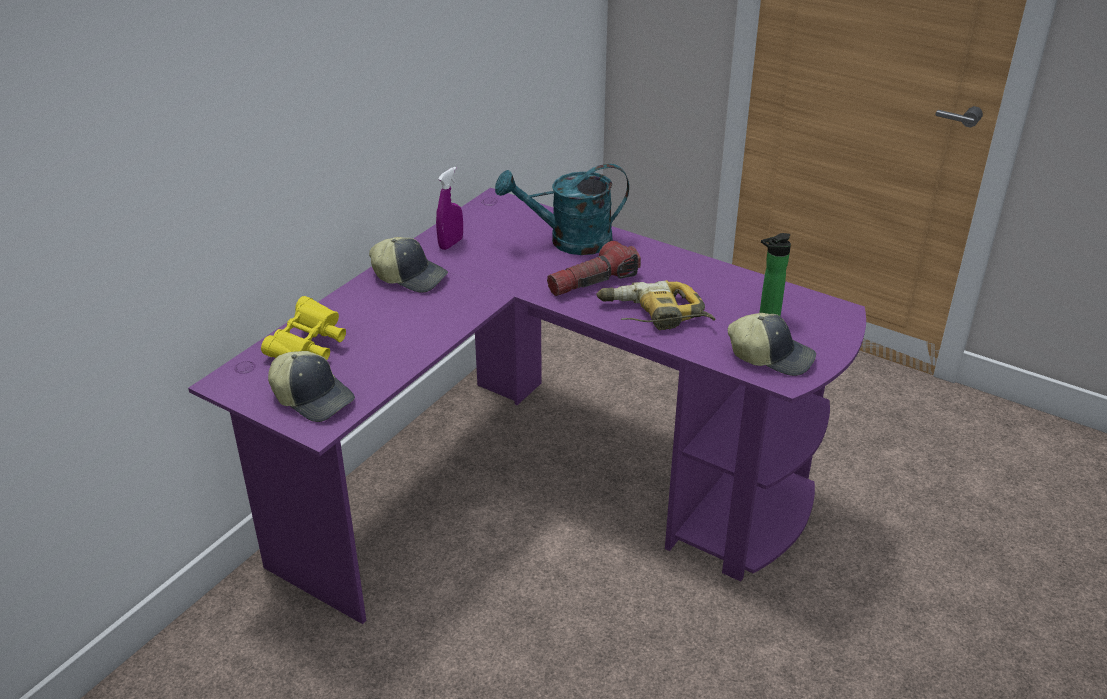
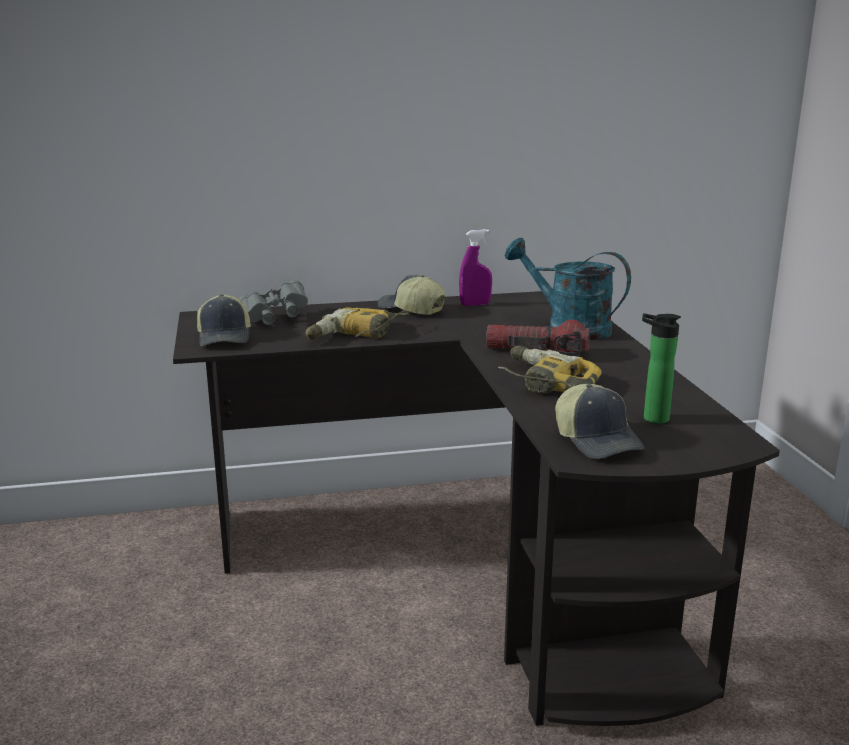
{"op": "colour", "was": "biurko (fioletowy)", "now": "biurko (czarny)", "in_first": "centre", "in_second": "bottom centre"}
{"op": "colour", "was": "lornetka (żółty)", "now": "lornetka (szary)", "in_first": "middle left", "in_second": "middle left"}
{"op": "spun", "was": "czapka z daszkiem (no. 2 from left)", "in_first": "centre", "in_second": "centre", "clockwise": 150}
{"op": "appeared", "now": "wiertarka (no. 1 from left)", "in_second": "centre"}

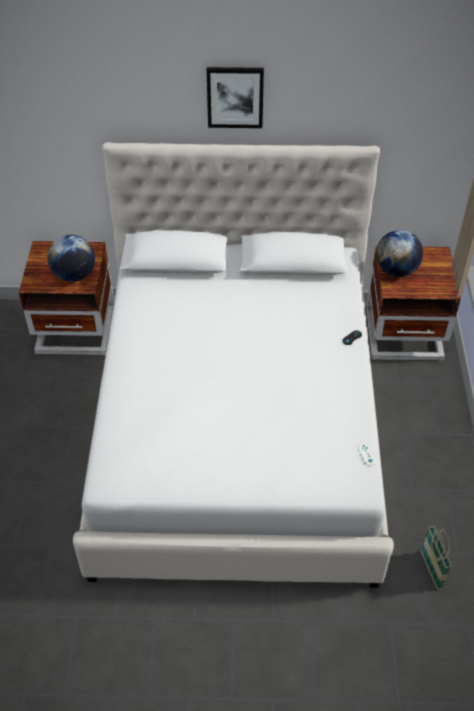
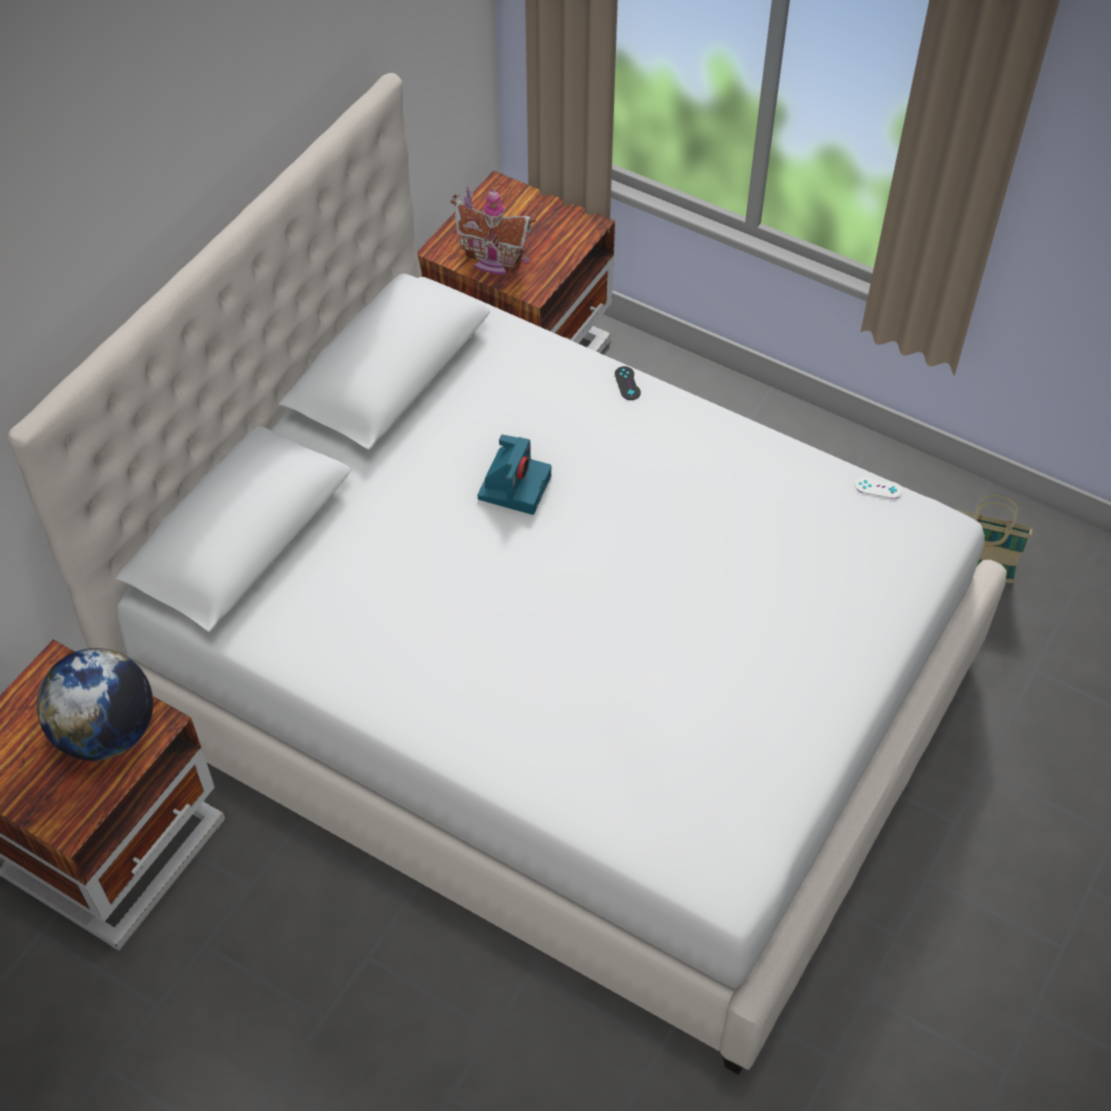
{"op": "missing", "was": "obraz", "in_first": "top centre"}
{"op": "exchanged", "was": "globus (no. 2 from left)", "now": "domek", "in_first": "middle right", "in_second": "top centre"}
{"op": "appeared", "now": "aparat fotograficzny", "in_second": "centre"}

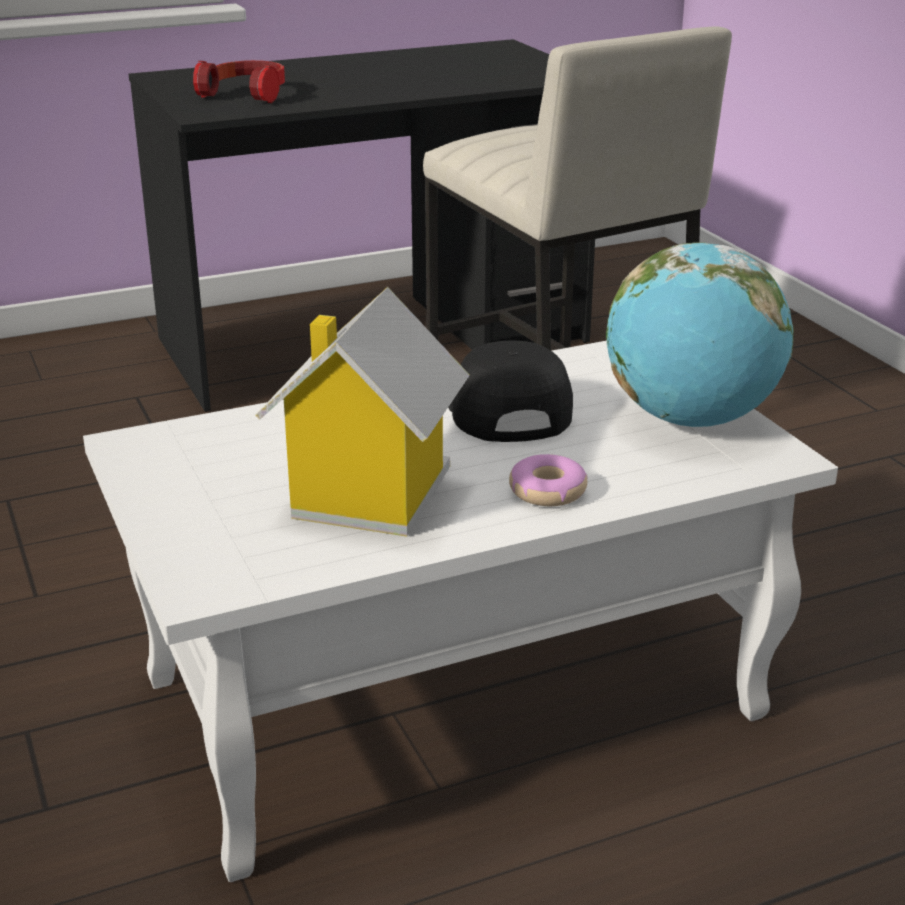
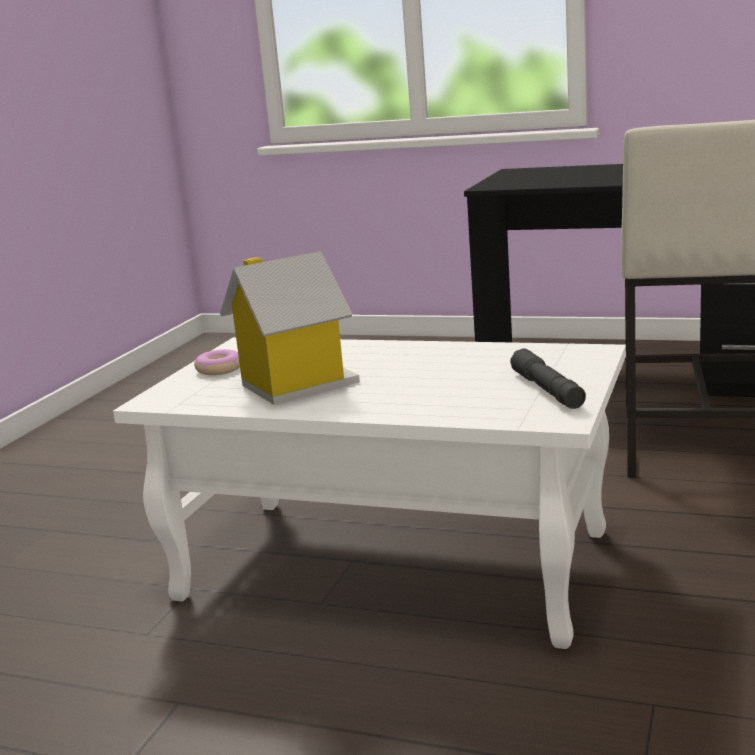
{"op": "missing", "was": "słuchawki", "in_first": "top left"}
{"op": "missing", "was": "czapka z daszkiem (czarny)", "in_first": "centre"}
{"op": "relocated", "was": "donut", "in_first": "centre", "in_second": "middle left"}
{"op": "exchanged", "was": "globus", "now": "latarka (szary)", "in_first": "middle right", "in_second": "middle right"}

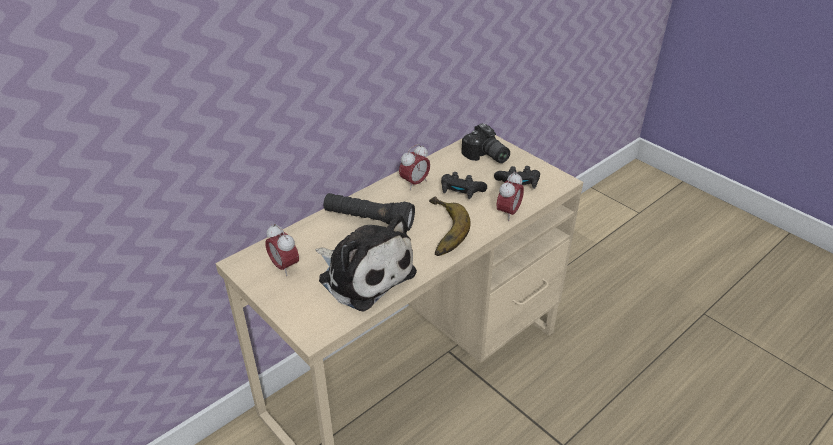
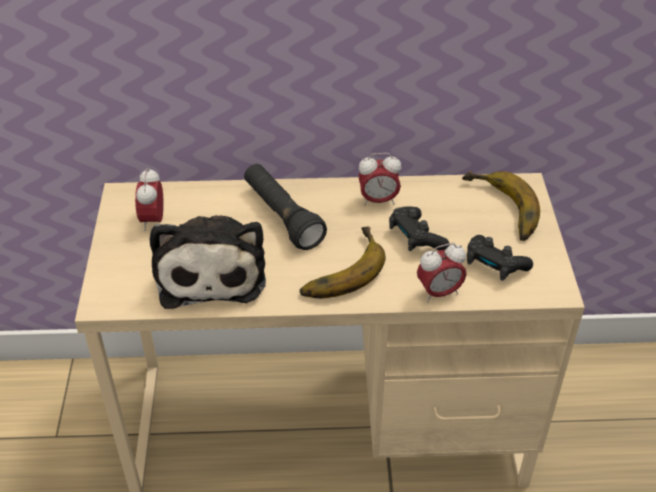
{"op": "exchanged", "was": "aparat fotograficzny", "now": "banan (no. 2 from left)", "in_first": "top centre", "in_second": "middle right"}

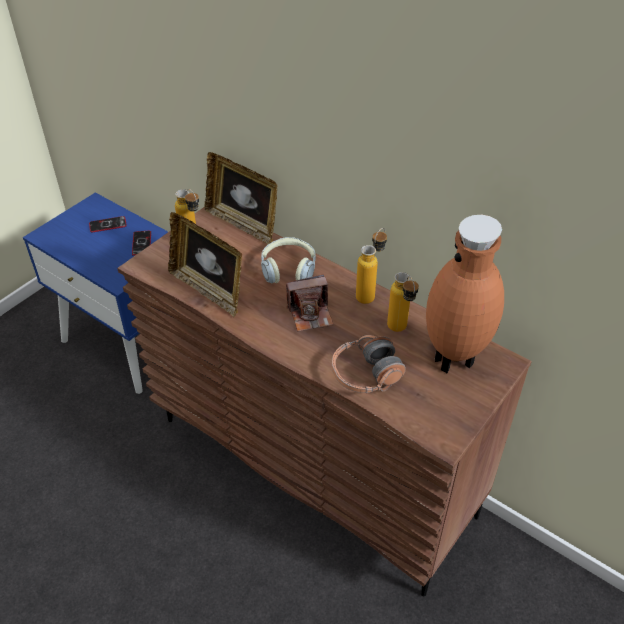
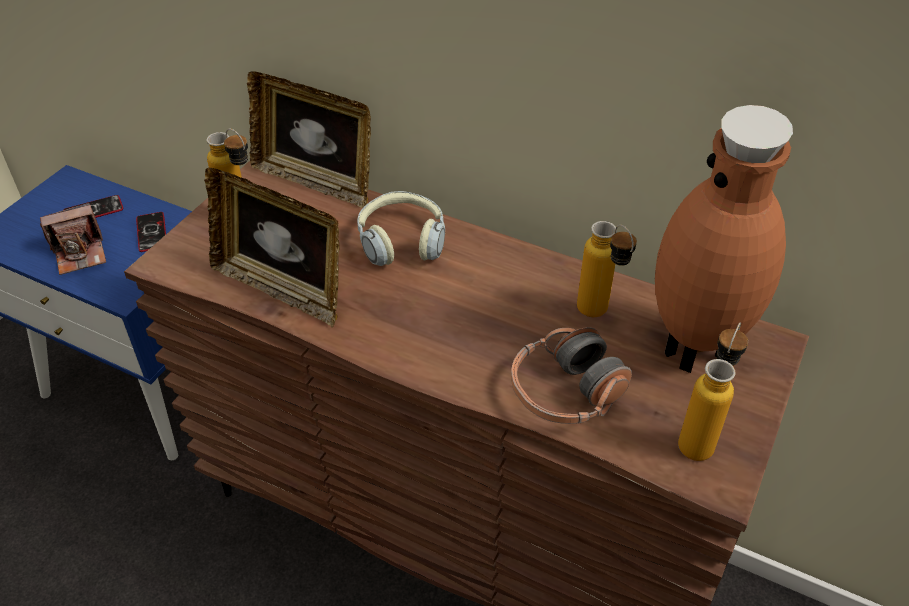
{"op": "relocated", "was": "aparat fotograficzny", "in_first": "centre", "in_second": "middle left"}
{"op": "relocated", "was": "butelka (no. 2 from left in the first image)", "now": "butelka (no. 3 from left)", "in_first": "centre", "in_second": "middle right"}

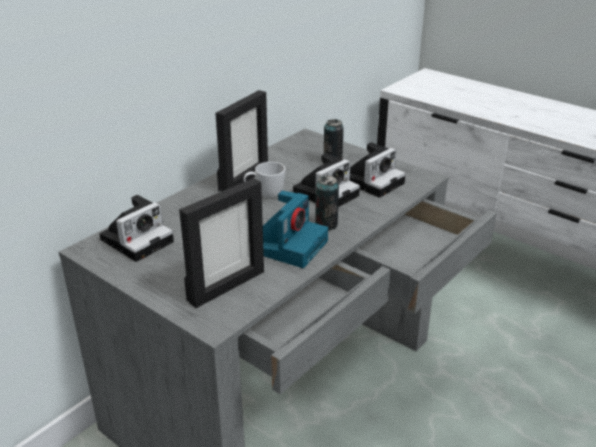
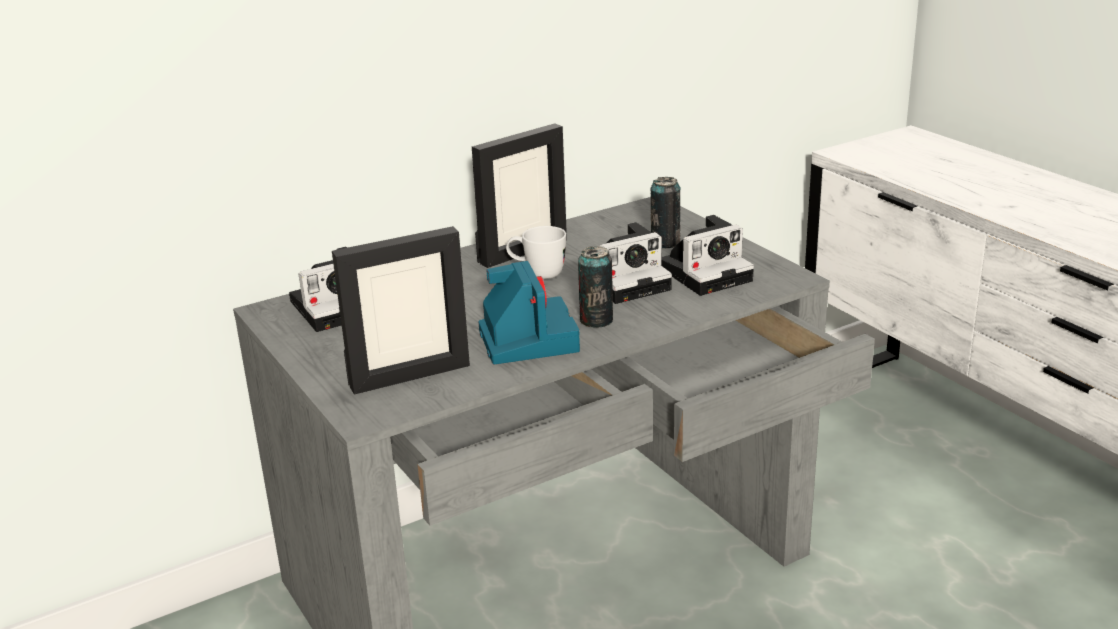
{"op": "spun", "was": "aparat fotograficzny (no. 2 from left)", "in_first": "centre", "in_second": "centre", "clockwise": -60}

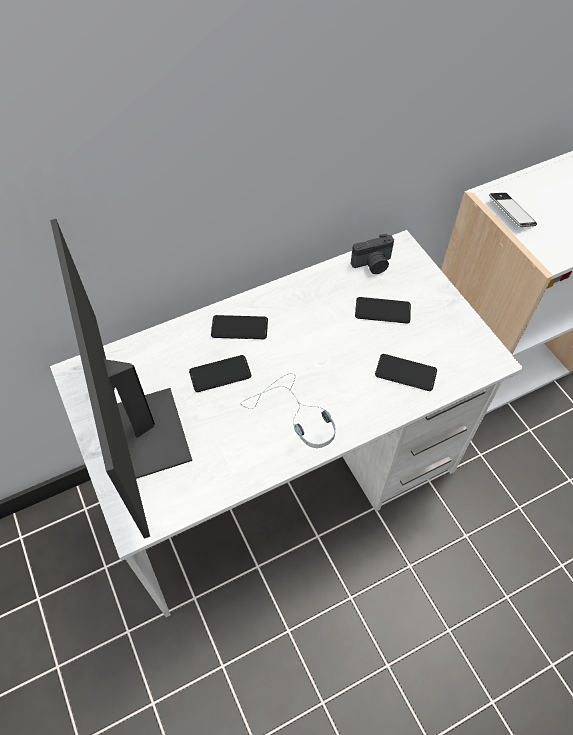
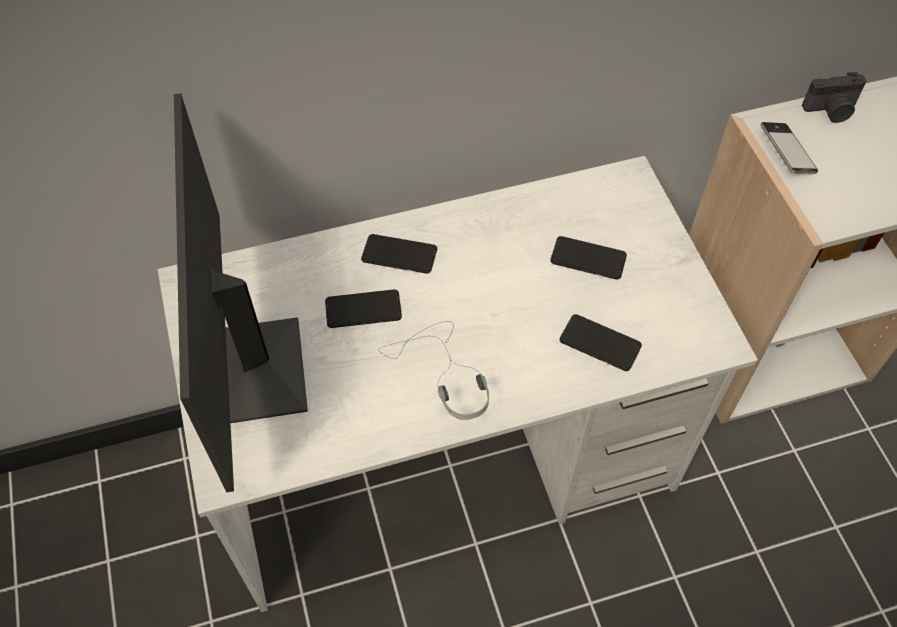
{"op": "relocated", "was": "aparat fotograficzny", "in_first": "centre", "in_second": "top right"}

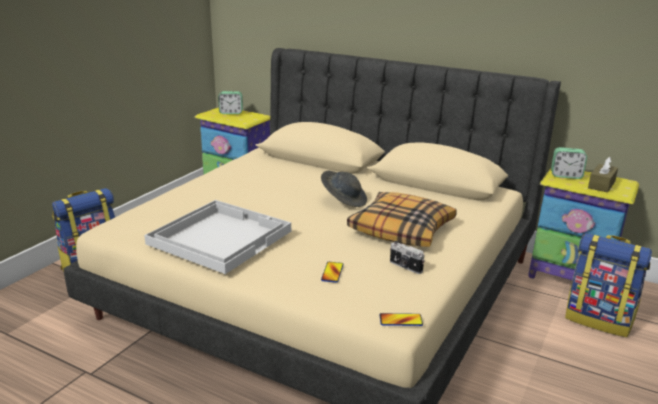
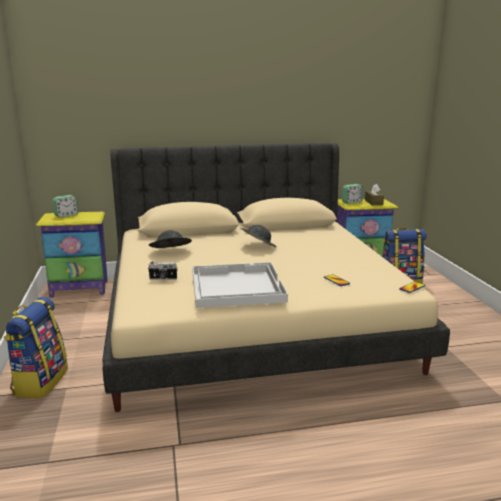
{"op": "missing", "was": "poduszka", "in_first": "centre"}
{"op": "relocated", "was": "aparat fotograficzny", "in_first": "centre", "in_second": "middle left"}
{"op": "appeared", "now": "kapelusz (szary) (no. 1 from left)", "in_second": "centre"}

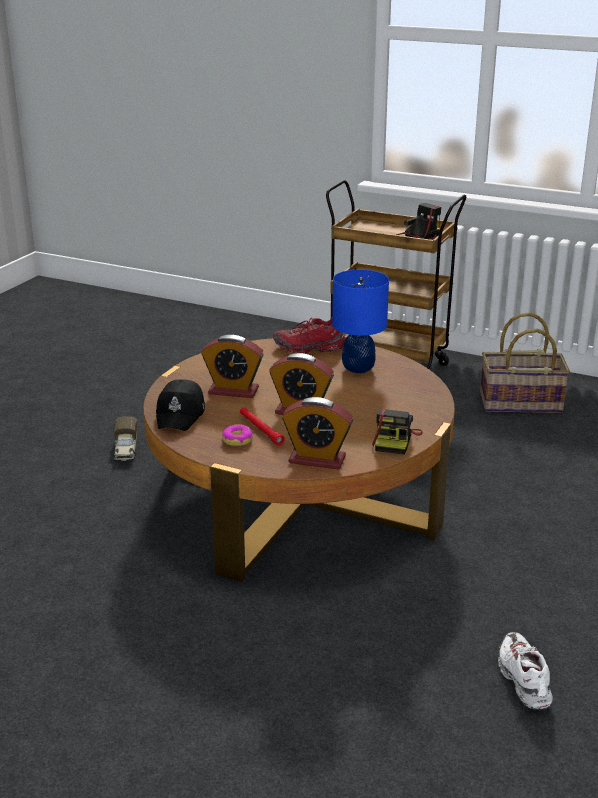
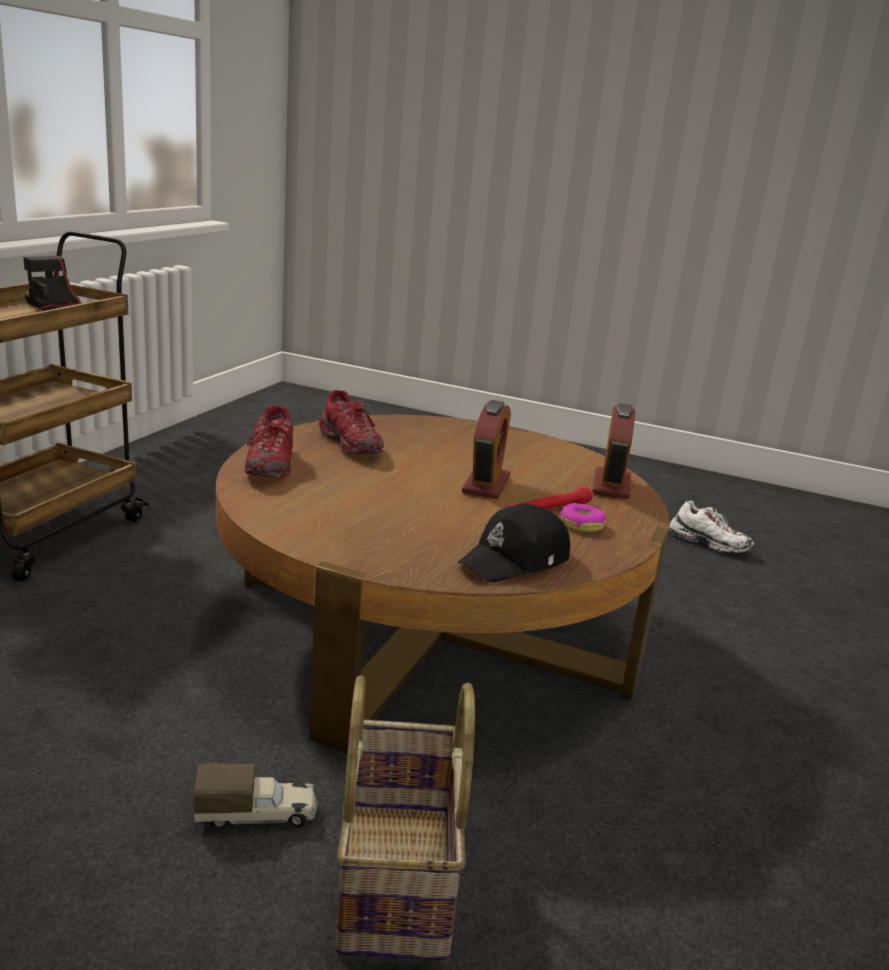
{"op": "spun", "was": "czapka z daszkiem (czarny)", "in_first": "middle left", "in_second": "centre", "clockwise": 135}
{"op": "missing", "was": "budzik (no. 1 from left)", "in_first": "centre"}
{"op": "exchanged", "was": "lampa stołowa (niebieski)", "now": "but (czerwony) (no. 2 from left)", "in_first": "centre", "in_second": "centre"}
{"op": "missing", "was": "aparat fotograficzny (no. 1 from left)", "in_first": "centre"}
{"op": "relocated", "was": "koszyk", "in_first": "middle right", "in_second": "bottom centre"}
{"op": "spun", "was": "but (biały)", "in_first": "bottom right", "in_second": "middle right", "clockwise": -135}

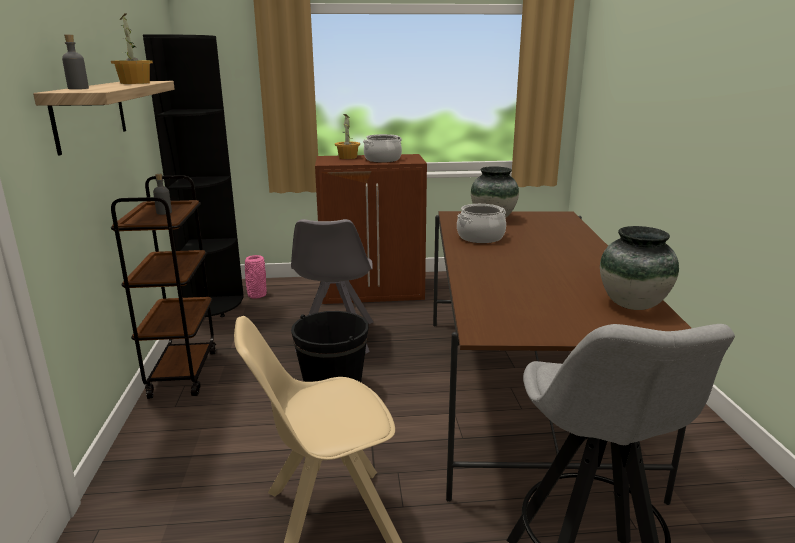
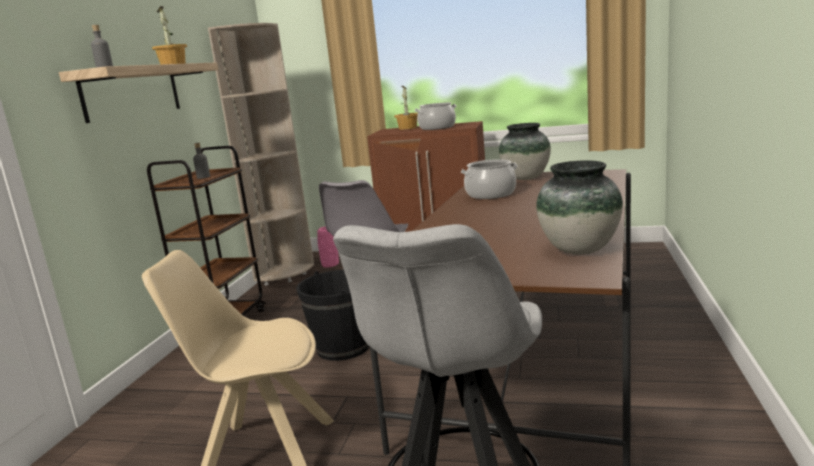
{"op": "colour", "was": "regał (czarny)", "now": "regał (beżowy)", "in_first": "top left", "in_second": "top left"}

